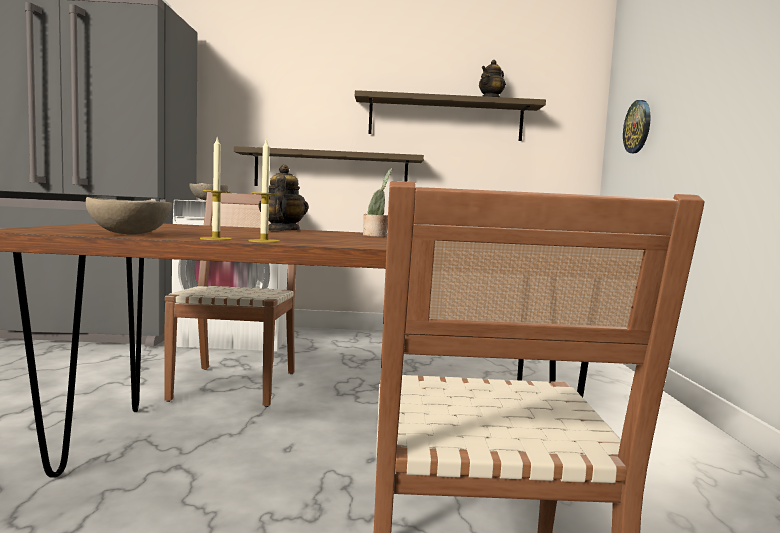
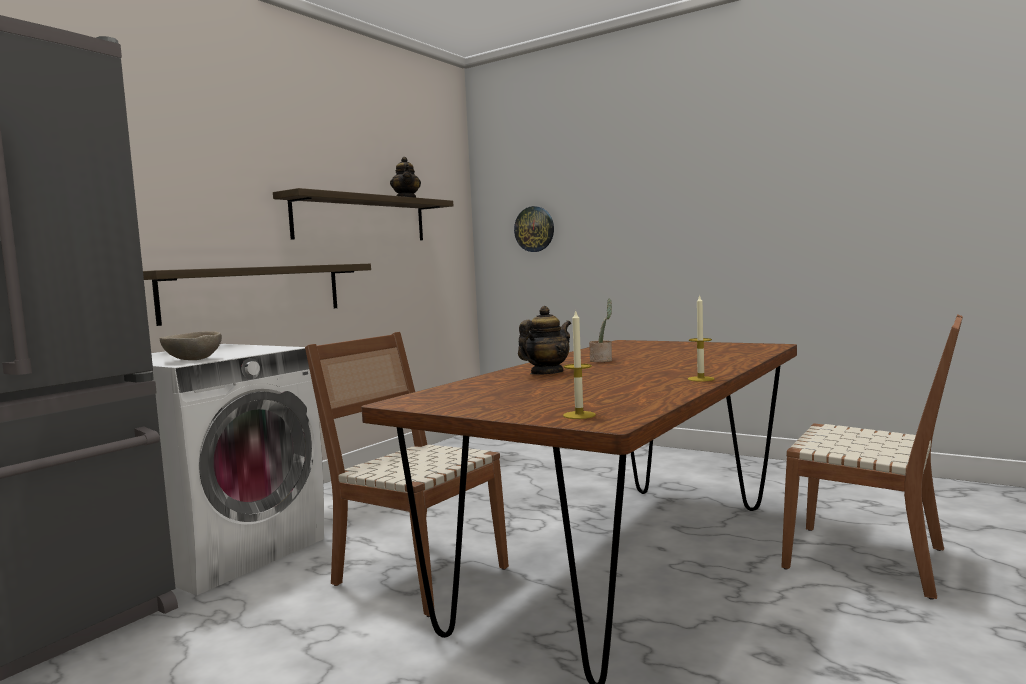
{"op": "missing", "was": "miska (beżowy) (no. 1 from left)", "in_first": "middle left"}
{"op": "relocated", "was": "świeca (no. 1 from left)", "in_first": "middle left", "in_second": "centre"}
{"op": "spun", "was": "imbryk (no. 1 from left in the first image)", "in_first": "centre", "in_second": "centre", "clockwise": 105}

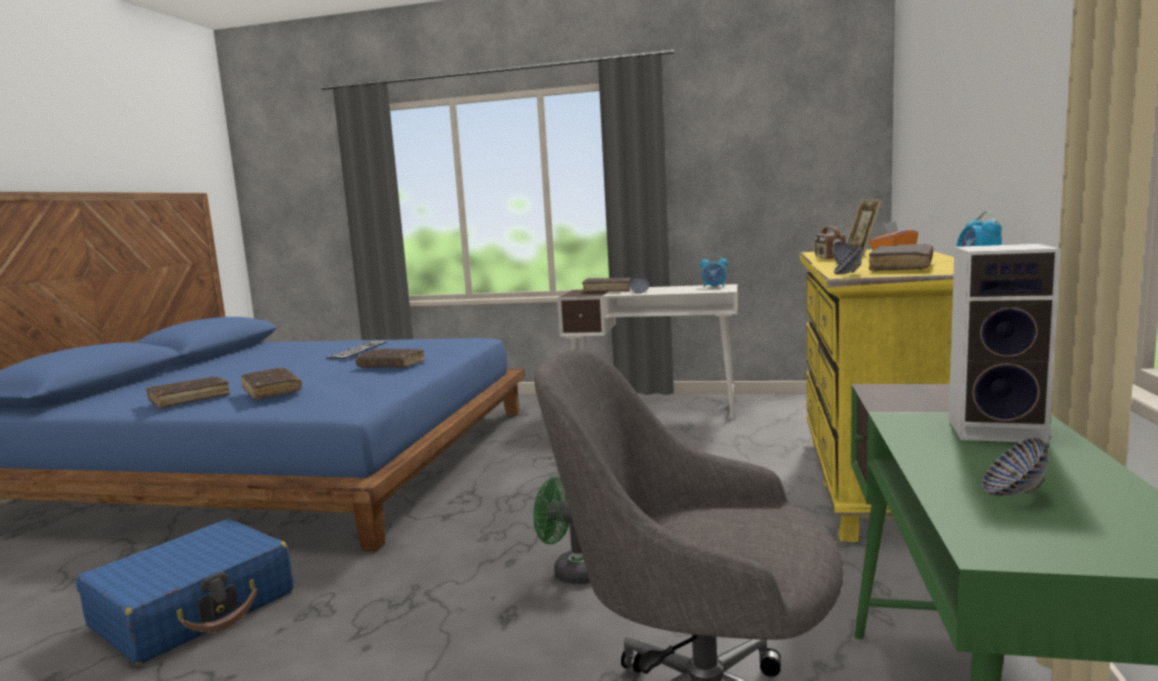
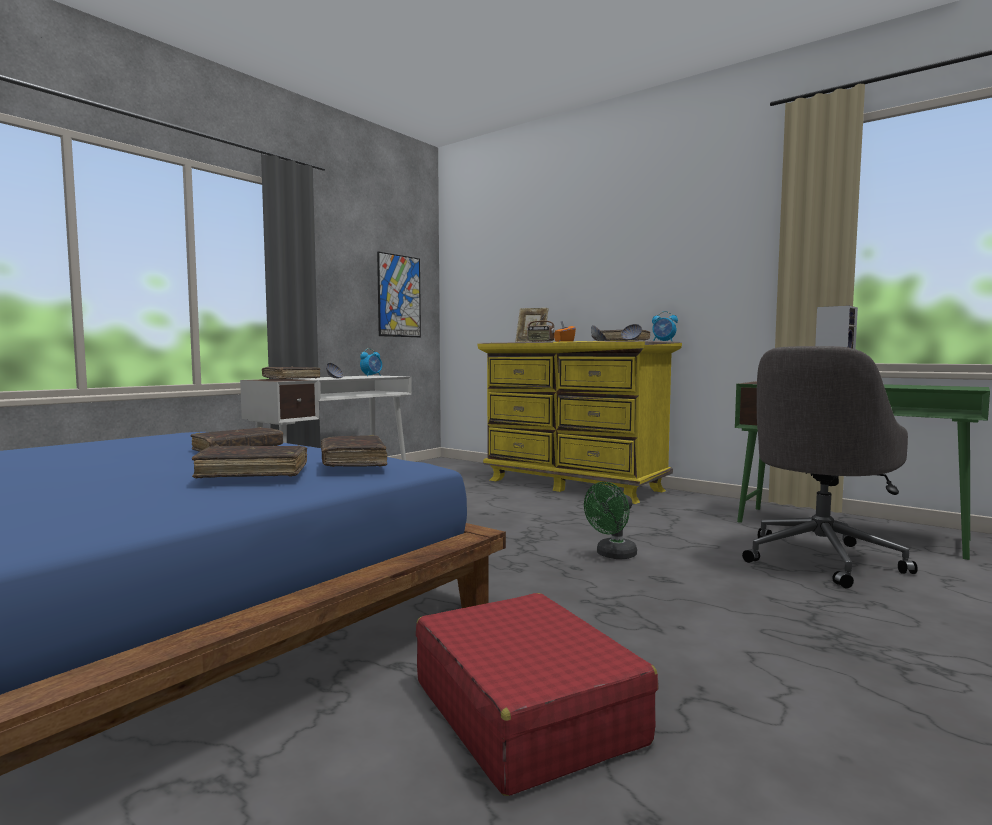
{"op": "colour", "was": "walizka (niebieski)", "now": "walizka (czerwony)", "in_first": "bottom left", "in_second": "bottom centre"}
{"op": "relocated", "was": "książka (brązowy) (no. 1 from left in the first image)", "now": "książka (brązowy) (no. 4 from left)", "in_first": "middle left", "in_second": "centre"}
{"op": "missing", "was": "klawiatura", "in_first": "middle left"}
{"op": "missing", "was": "miska (no. 4 from left)", "in_first": "bottom right"}
{"op": "appeared", "now": "obraz", "in_second": "centre"}

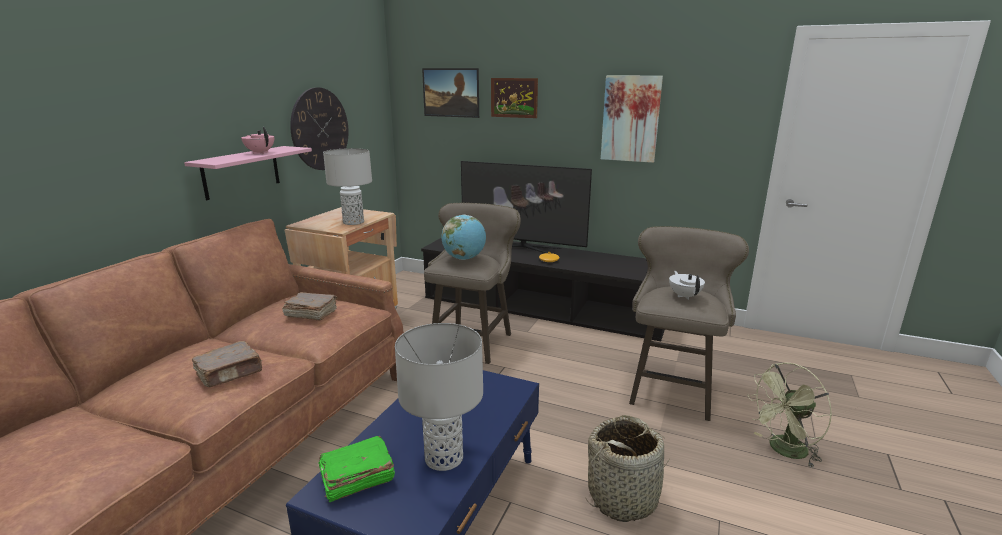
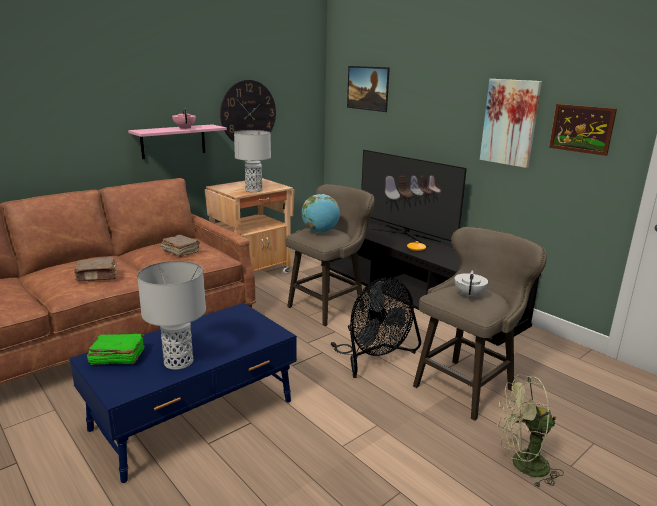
{"op": "relocated", "was": "obraz (no. 2 from left in the first image)", "now": "obraz (no. 3 from left)", "in_first": "top centre", "in_second": "top right"}
{"op": "missing", "was": "koszyk", "in_first": "bottom centre"}
{"op": "appeared", "now": "wentylator (czarny)", "in_second": "centre"}

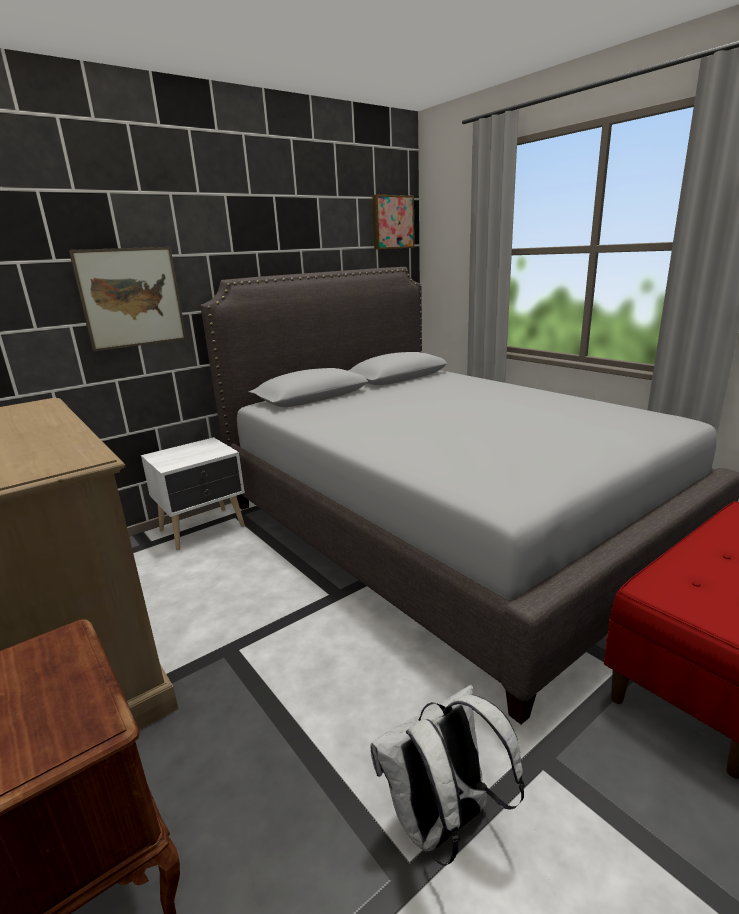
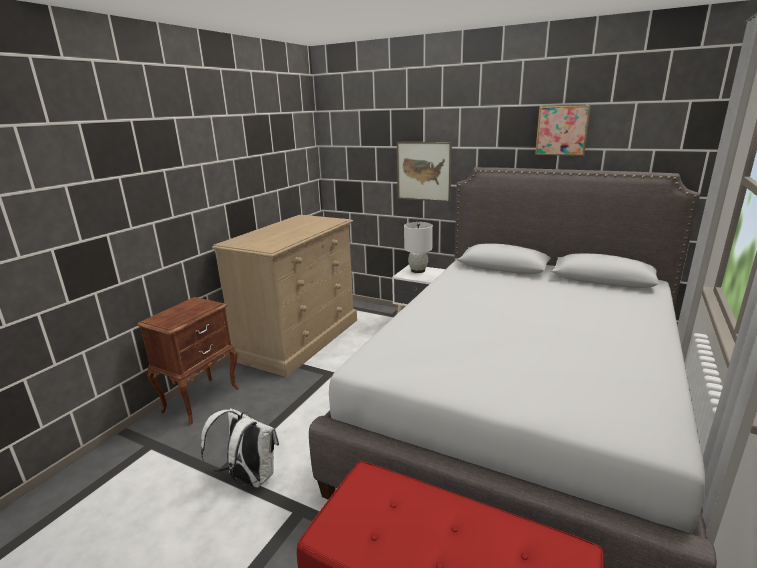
{"op": "relocated", "was": "obraz (no. 2 from left)", "in_first": "top centre", "in_second": "top right"}
{"op": "appeared", "now": "lampa stołowa (biały)", "in_second": "centre"}

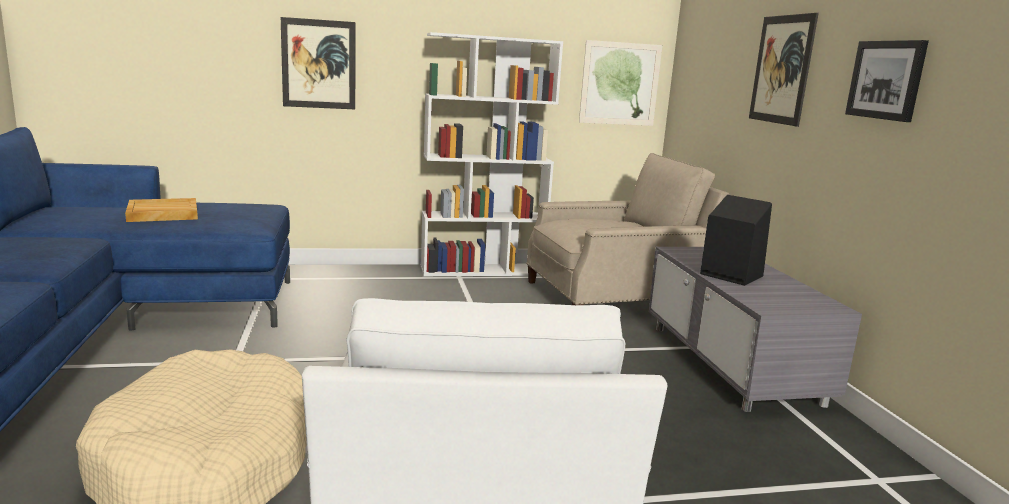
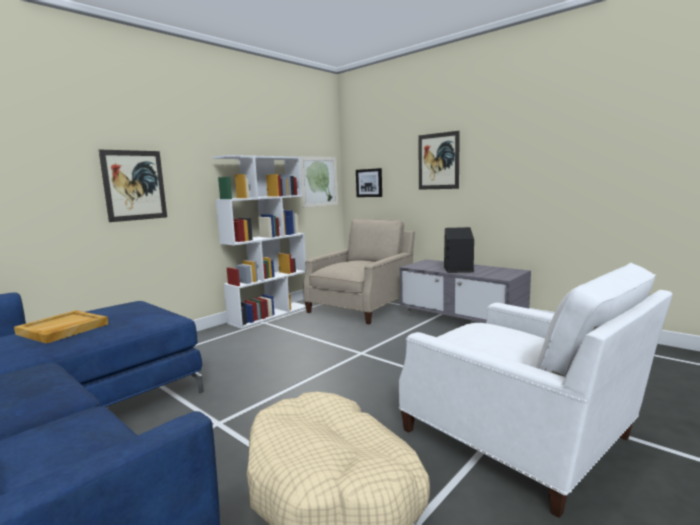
{"op": "relocated", "was": "obraz (no. 4 from left in the first image)", "now": "obraz (no. 3 from left)", "in_first": "top right", "in_second": "centre"}

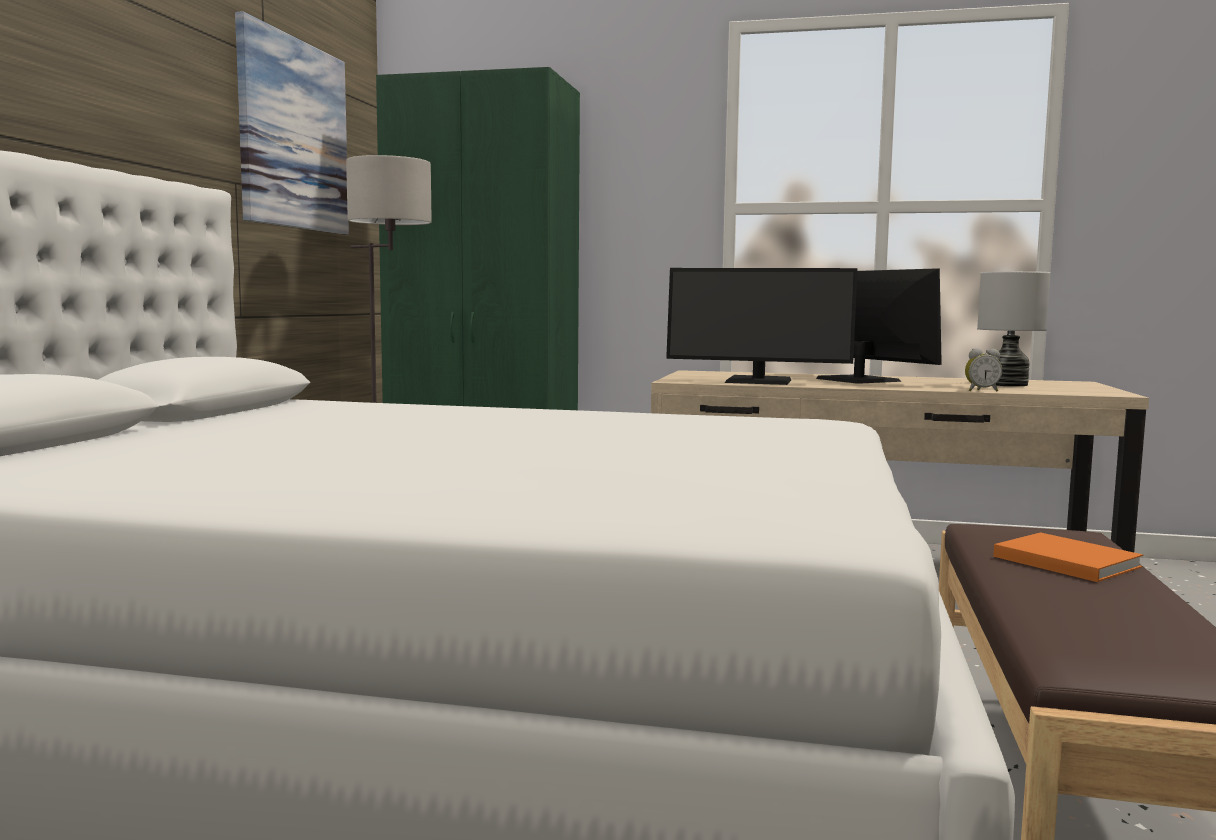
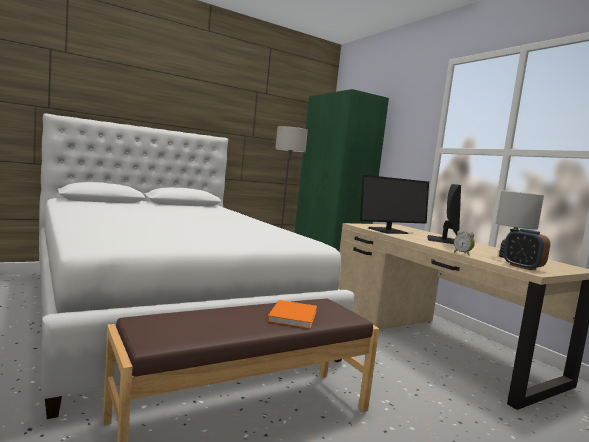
{"op": "missing", "was": "obraz", "in_first": "top left"}
{"op": "spun", "was": "monitor (no. 1 from left)", "in_first": "centre", "in_second": "middle right", "clockwise": -90}
{"op": "appeared", "now": "budzik (no. 2 from left)", "in_second": "middle right"}

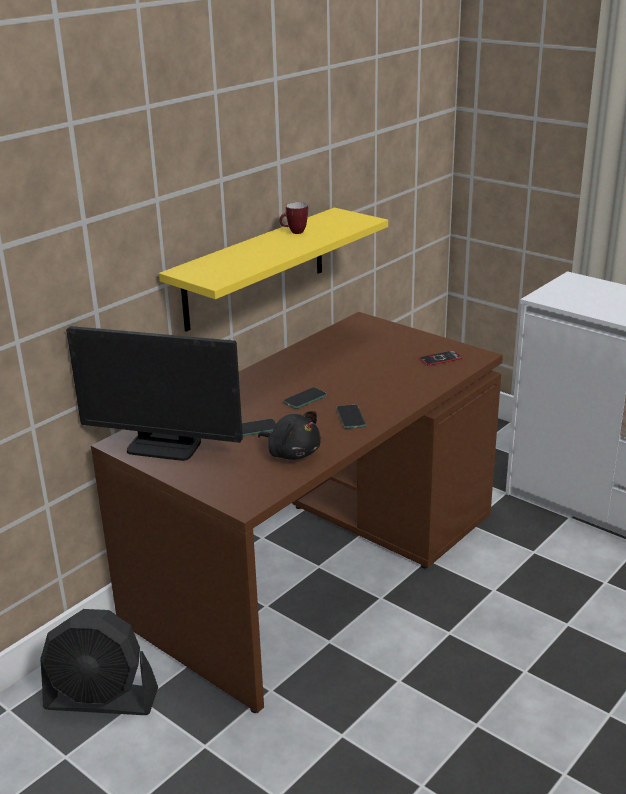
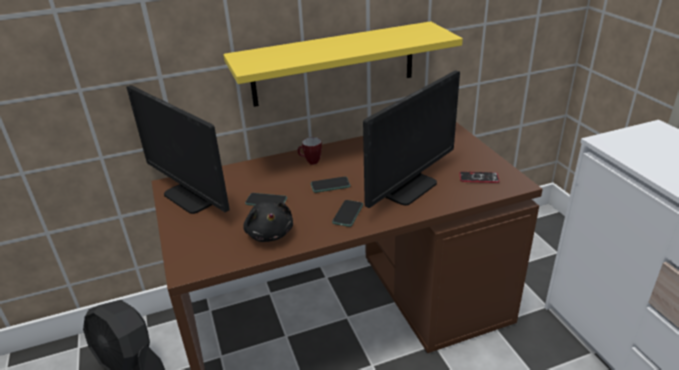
{"op": "relocated", "was": "kubek", "in_first": "top centre", "in_second": "centre"}
{"op": "appeared", "now": "monitor (no. 2 from left)", "in_second": "centre"}

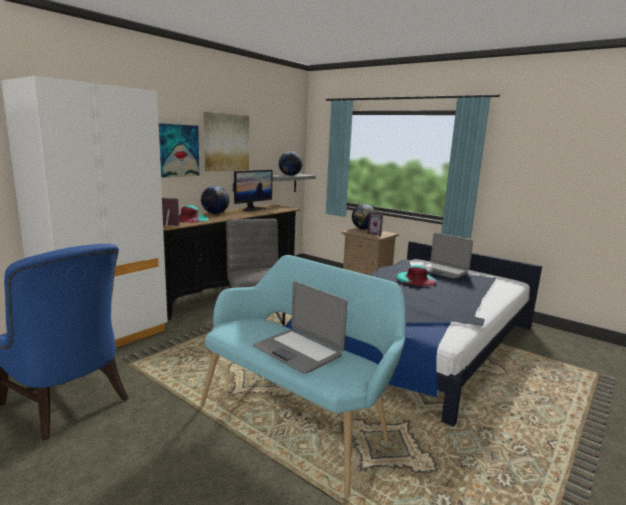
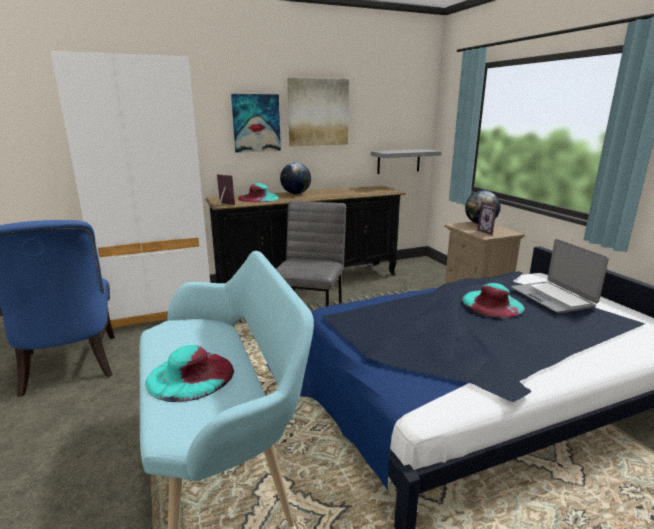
{"op": "missing", "was": "monitor", "in_first": "centre"}
{"op": "exchanged", "was": "laptop (no. 1 from left)", "now": "kapelusz (turkusowy) (no. 1 from left)", "in_first": "centre", "in_second": "bottom left"}
{"op": "missing", "was": "globus (no. 2 from left)", "in_first": "top centre"}

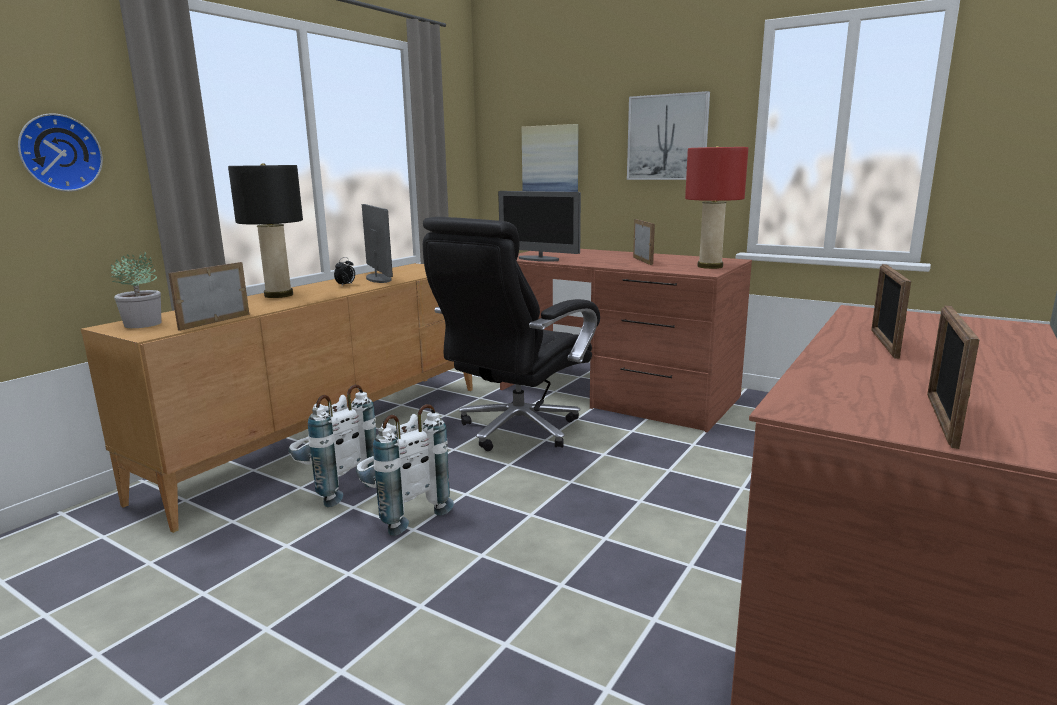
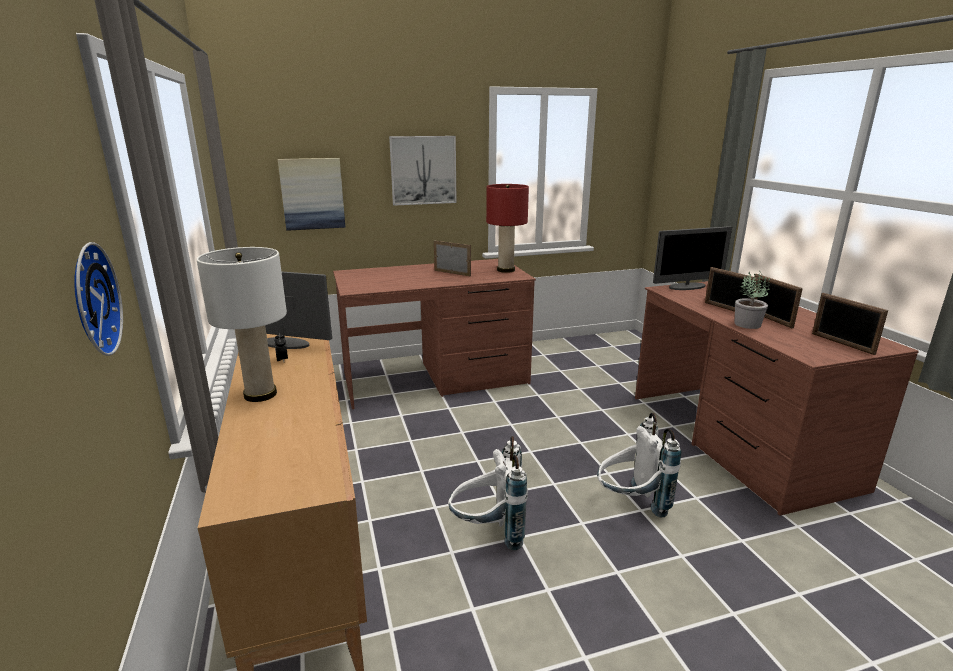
{"op": "relocated", "was": "roślina doniczkowa", "in_first": "middle left", "in_second": "middle right"}
{"op": "relocated", "was": "ramka na zdjęcie (no. 1 from left in the first image)", "now": "ramka na zdjęcie (no. 3 from left)", "in_first": "middle left", "in_second": "middle right"}
{"op": "colour", "was": "lampa stołowa (czarny)", "now": "lampa stołowa (biały)", "in_first": "top left", "in_second": "middle left"}
{"op": "relocated", "was": "plecak (biały) (no. 1 from left in the first image)", "now": "plecak (biały) (no. 2 from left)", "in_first": "middle left", "in_second": "bottom right"}
{"op": "missing", "was": "krzesło biurowe (czarny)", "in_first": "centre"}
{"op": "relocated", "was": "monitor (no. 2 from left)", "in_first": "top centre", "in_second": "middle right"}

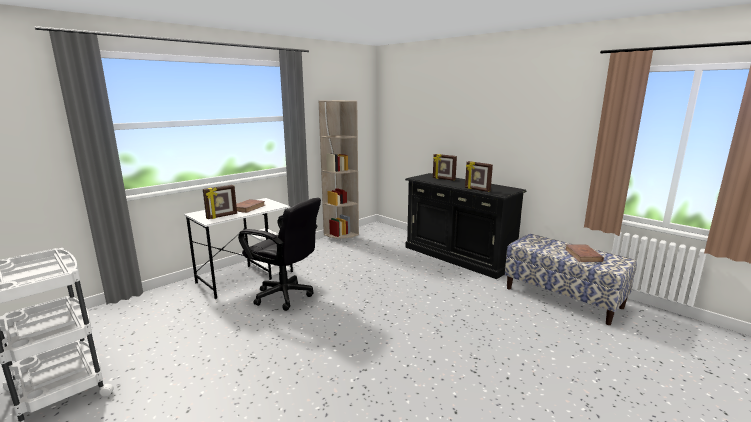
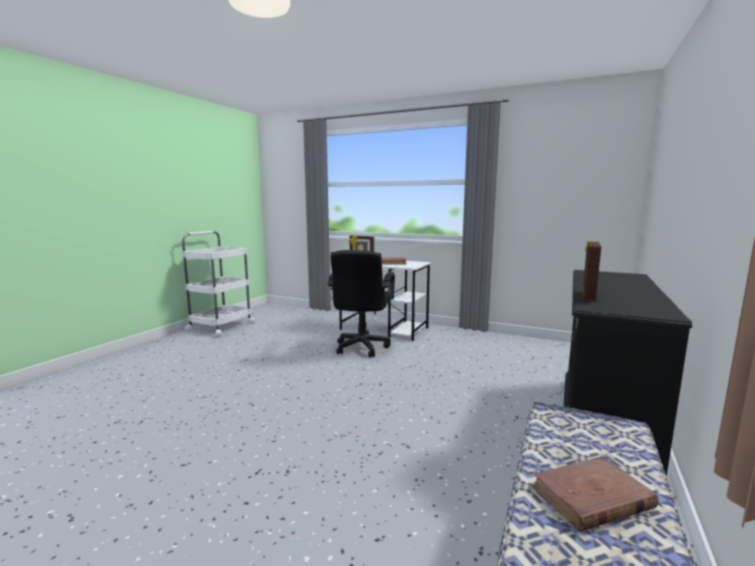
{"op": "missing", "was": "regał (beżowy)", "in_first": "centre"}
{"op": "missing", "was": "ramka na zdjęcie (no. 2 from left)", "in_first": "centre"}

